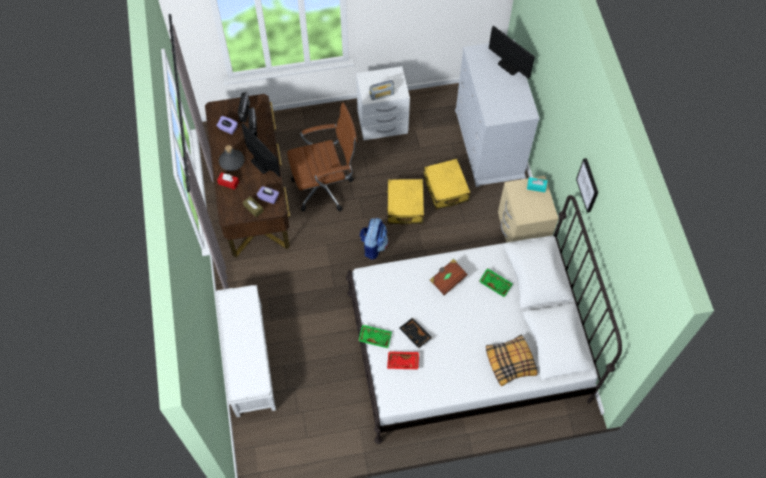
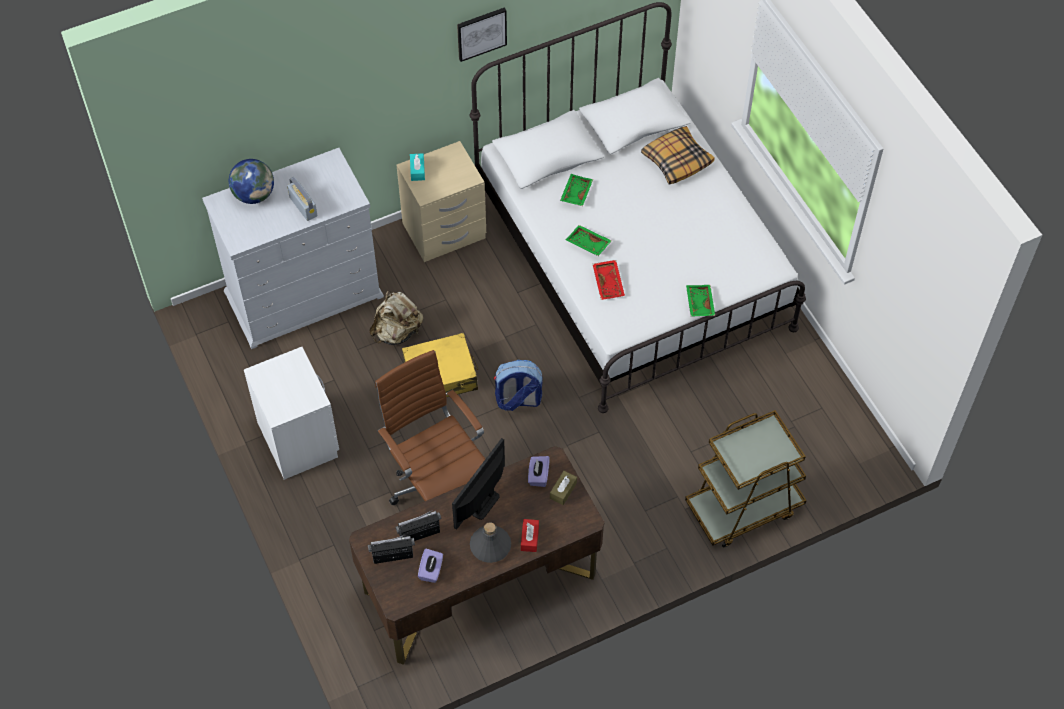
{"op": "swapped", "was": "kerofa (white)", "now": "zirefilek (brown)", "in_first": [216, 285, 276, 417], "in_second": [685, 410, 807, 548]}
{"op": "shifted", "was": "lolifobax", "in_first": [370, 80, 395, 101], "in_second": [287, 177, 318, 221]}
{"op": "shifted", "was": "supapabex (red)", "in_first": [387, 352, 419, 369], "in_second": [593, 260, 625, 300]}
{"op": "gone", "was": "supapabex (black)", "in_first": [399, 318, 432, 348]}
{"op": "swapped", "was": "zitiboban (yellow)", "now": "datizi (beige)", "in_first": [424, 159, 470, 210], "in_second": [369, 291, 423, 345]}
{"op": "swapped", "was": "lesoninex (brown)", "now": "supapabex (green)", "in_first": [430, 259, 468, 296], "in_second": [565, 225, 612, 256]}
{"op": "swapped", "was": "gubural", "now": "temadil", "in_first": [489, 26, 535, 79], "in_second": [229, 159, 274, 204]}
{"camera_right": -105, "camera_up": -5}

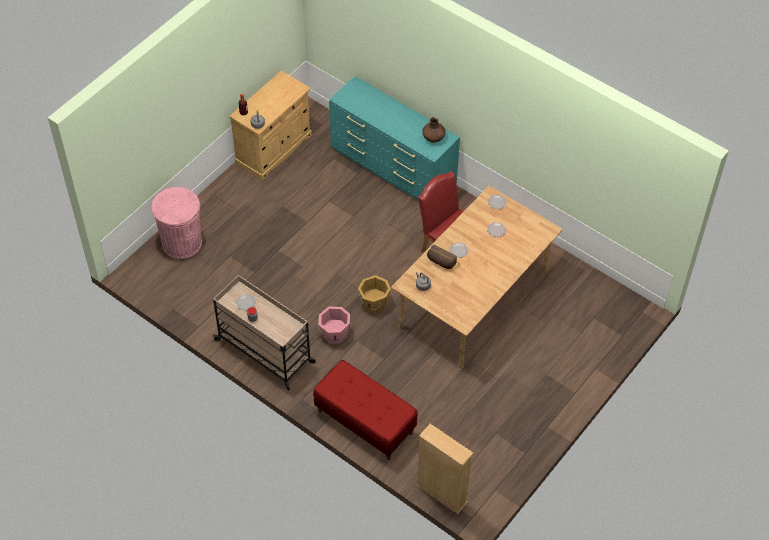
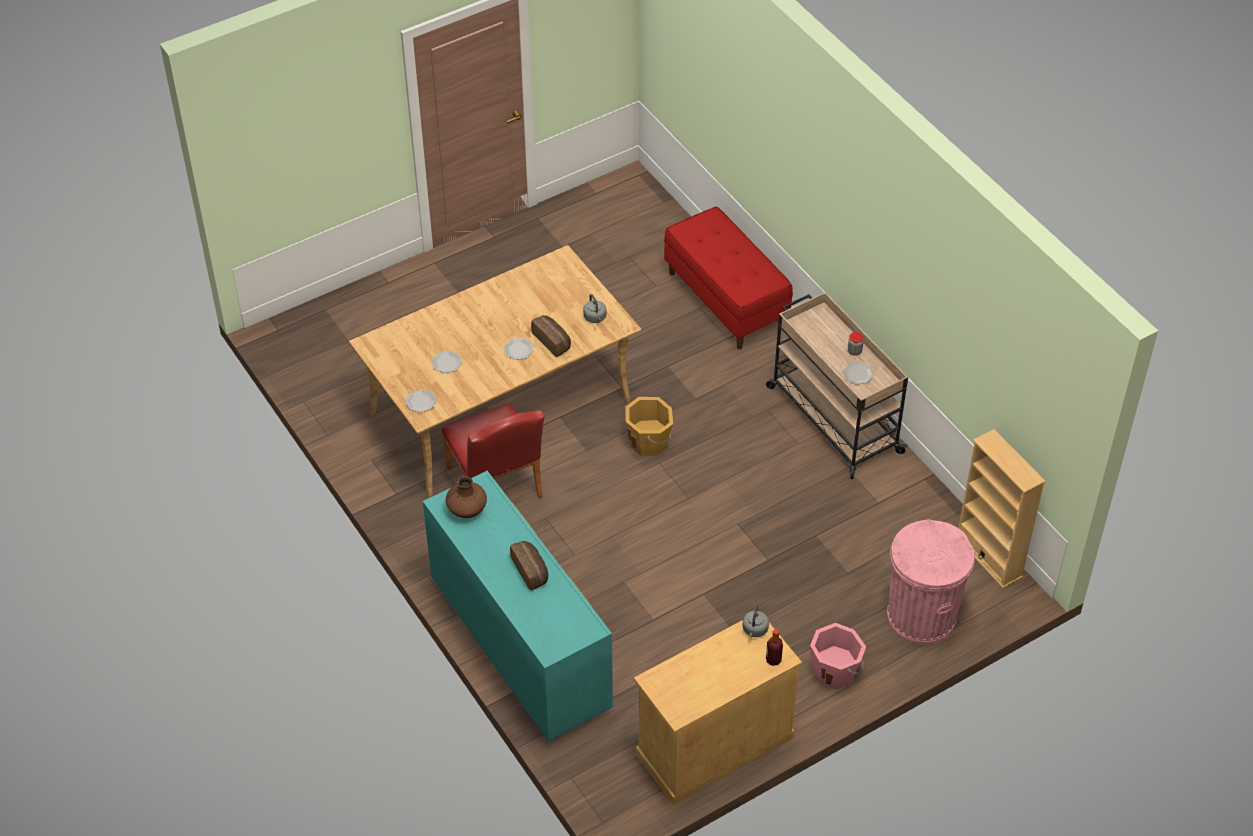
{"op": "shifted", "was": "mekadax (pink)", "in_first": [318, 306, 350, 344], "in_second": [810, 623, 866, 690]}
{"op": "shifted", "was": "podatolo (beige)", "in_first": [417, 424, 473, 514], "in_second": [958, 429, 1046, 589]}
{"op": "new", "now": "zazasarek", "in_second": [510, 541, 548, 590]}
{"camera_right": -160, "camera_up": -5}

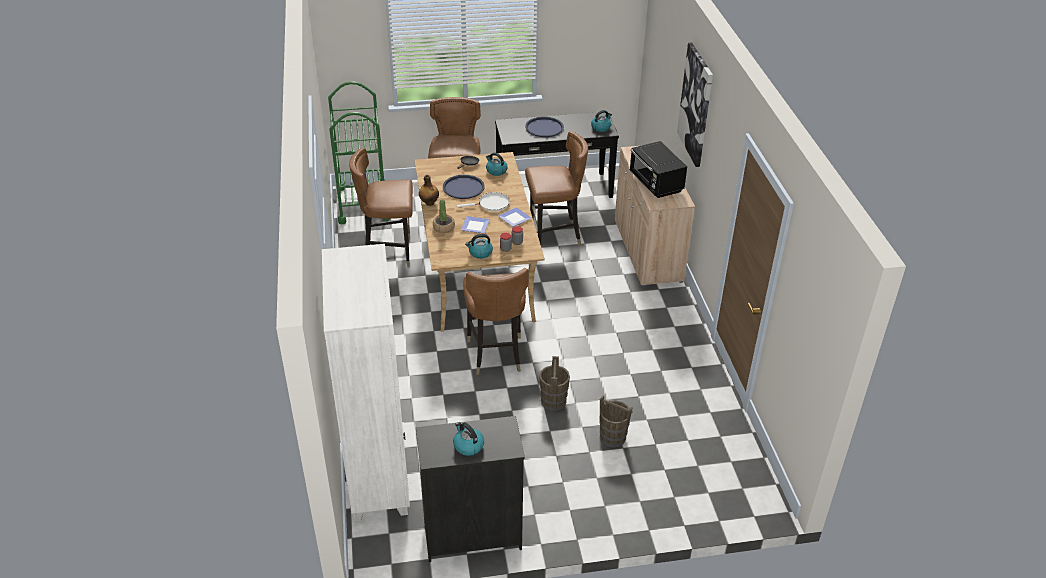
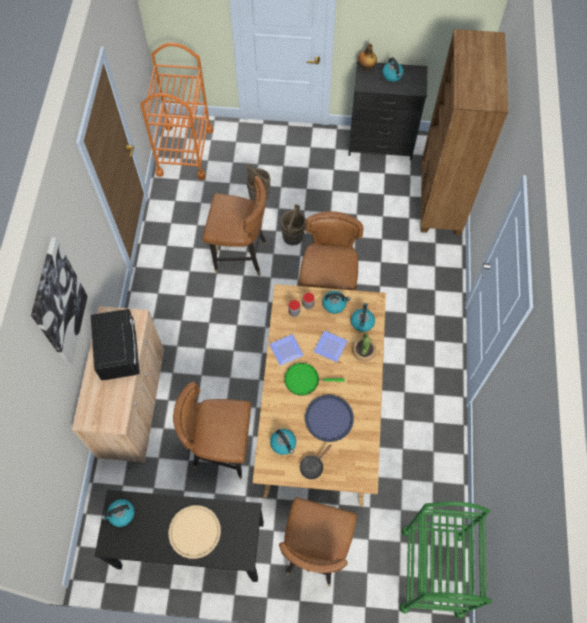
{"op": "repainted", "was": "podatolo (white)", "now": "podatolo (brown)", "in_first": [322, 244, 410, 522], "in_second": [421, 29, 508, 235]}
{"op": "shifted", "was": "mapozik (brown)", "in_first": [349, 148, 413, 267], "in_second": [202, 176, 267, 276]}
{"op": "shifted", "was": "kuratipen", "in_first": [419, 175, 439, 206], "in_second": [358, 43, 377, 71]}
{"op": "repainted", "was": "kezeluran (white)", "now": "kezeluran (green)", "in_first": [457, 192, 510, 211], "in_second": [284, 363, 345, 396]}
{"op": "repainted", "was": "supapabex (blue)", "now": "supapabex (beige)", "in_first": [525, 117, 564, 137], "in_second": [168, 505, 221, 559]}
{"op": "new", "now": "zirefilek (orange)", "in_second": [140, 43, 213, 180]}
{"op": "new", "now": "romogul", "in_second": [351, 303, 375, 332]}
{"camera_right": -165, "camera_up": 25}

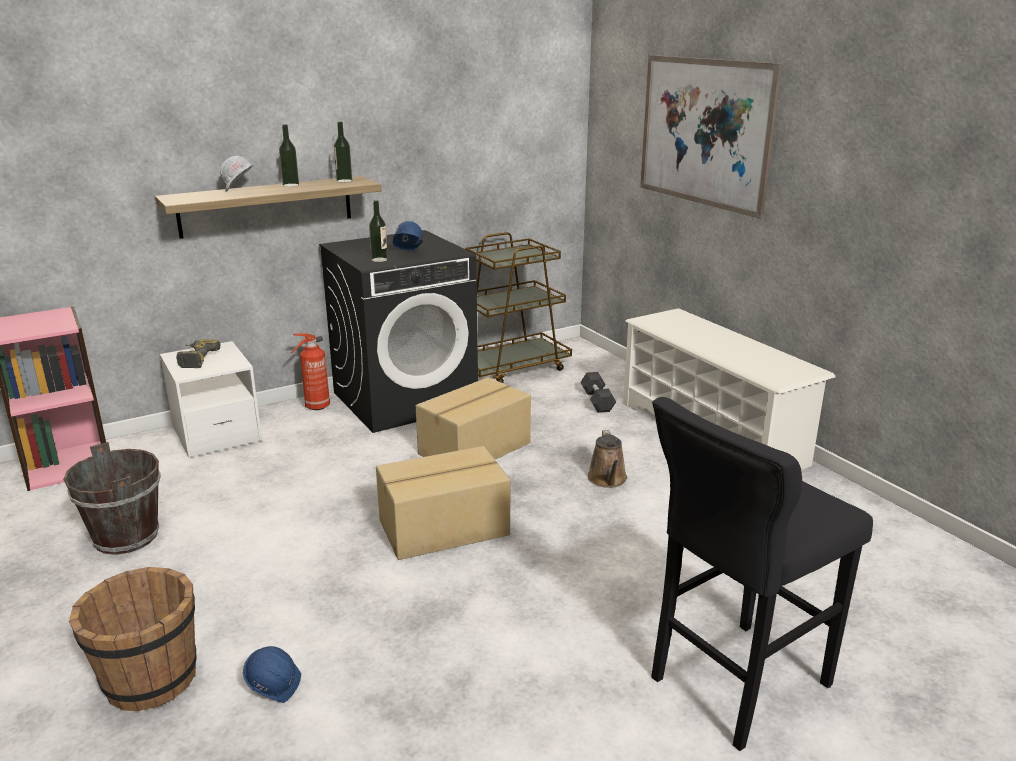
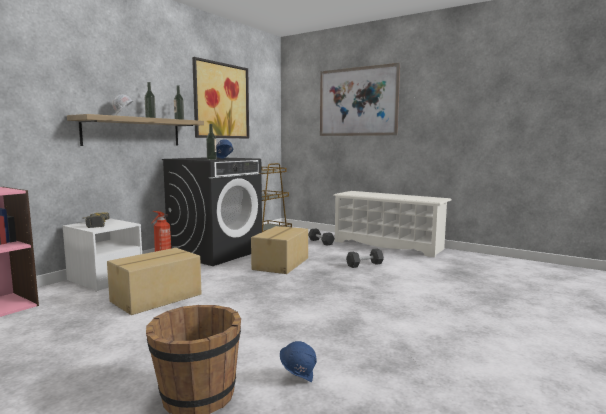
{"op": "gone", "was": "mekadax (brown)", "in_first": [63, 442, 161, 555]}
{"op": "shifted", "was": "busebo", "in_first": [376, 446, 510, 560], "in_second": [107, 248, 202, 315]}
{"op": "swapped", "was": "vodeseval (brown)", "now": "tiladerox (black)", "in_first": [587, 430, 627, 488], "in_second": [346, 249, 384, 268]}
{"op": "gone", "was": "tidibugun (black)", "in_first": [651, 397, 873, 751]}
{"op": "new", "now": "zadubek", "in_second": [192, 57, 249, 138]}
{"camera_right": -25, "camera_up": -15}

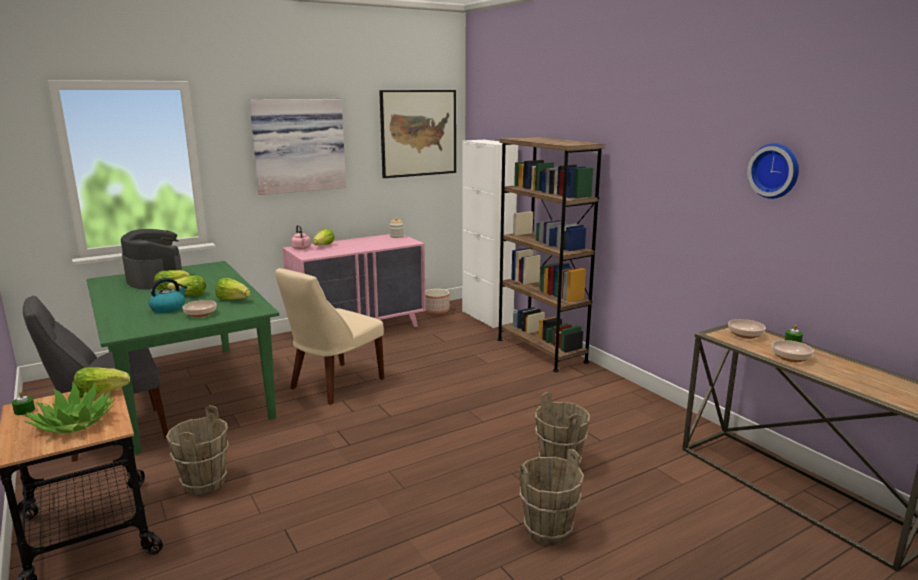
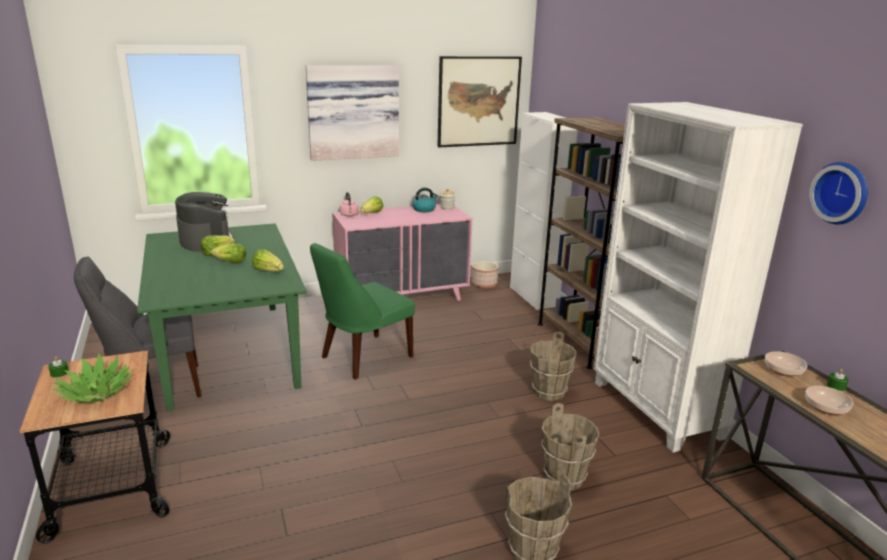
{"op": "gone", "was": "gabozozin", "in_first": [73, 367, 130, 398]}
{"op": "shifted", "was": "romogul", "in_first": [149, 278, 188, 313], "in_second": [412, 188, 438, 212]}
{"op": "shifted", "was": "mekadax (brown)", "in_first": [166, 405, 229, 495], "in_second": [530, 331, 577, 401]}
{"op": "gone", "was": "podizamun", "in_first": [182, 300, 216, 318]}
{"op": "repainted", "was": "mapozik (beige)", "now": "mapozik (green)", "in_first": [275, 268, 384, 405], "in_second": [310, 243, 415, 380]}
{"op": "new", "now": "podatolo (white)", "in_second": [593, 102, 803, 453]}
{"camera_right": 10, "camera_up": 5}

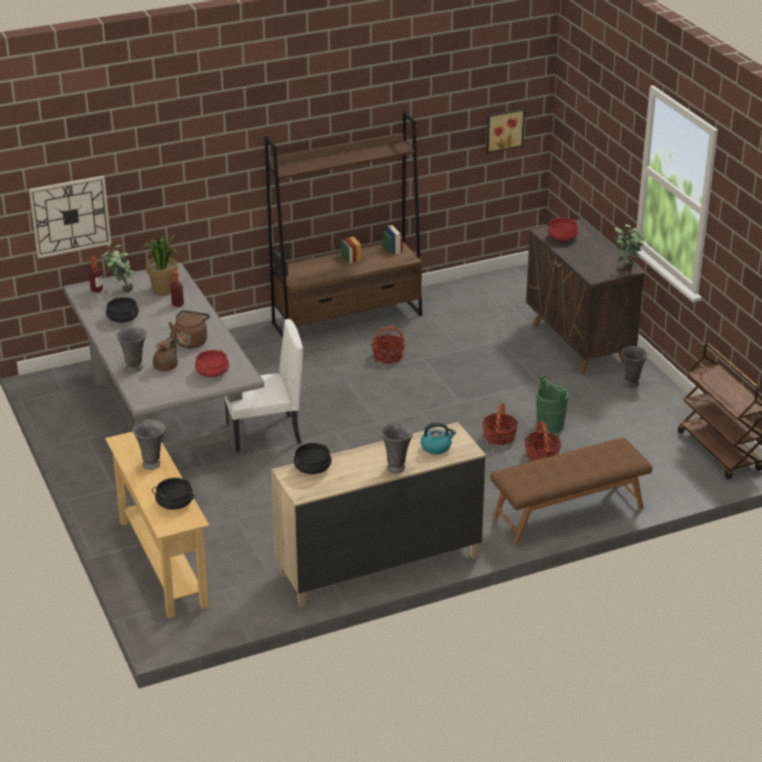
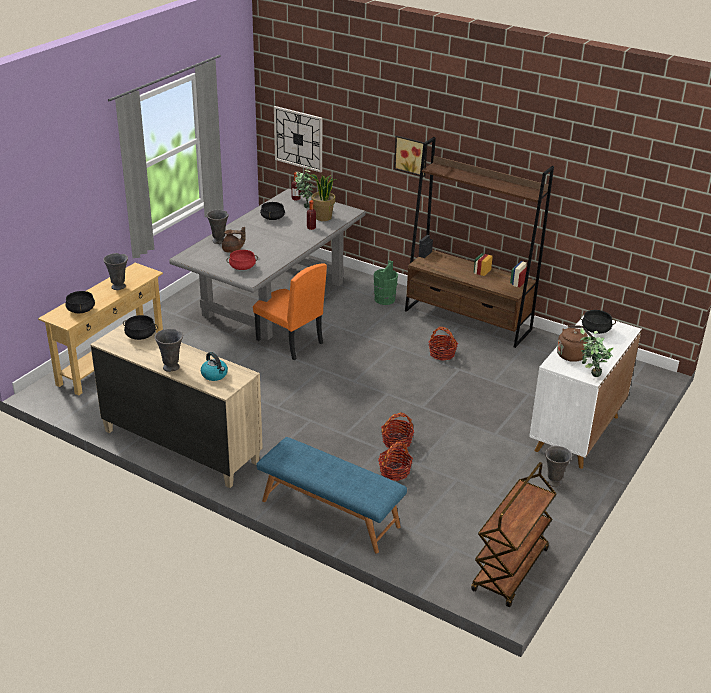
{"op": "shifted", "was": "romogul (brown)", "in_first": [168, 310, 210, 348], "in_second": [557, 325, 596, 362]}
{"op": "repainted", "was": "mapozik (white)", "now": "mapozik (orange)", "in_first": [224, 319, 303, 453], "in_second": [253, 263, 327, 360]}
{"op": "shifted", "was": "zadubek", "in_first": [486, 109, 525, 153], "in_second": [394, 136, 427, 177]}
{"op": "repainted", "was": "kerofa (brown)", "now": "kerofa (blue)", "in_first": [490, 438, 653, 545], "in_second": [256, 437, 407, 554]}
{"op": "repainted", "was": "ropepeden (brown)", "now": "ropepeden (white)", "in_first": [526, 219, 644, 374], "in_second": [529, 316, 642, 469]}
{"op": "shifted", "was": "mekadax (green)", "in_first": [536, 374, 568, 433], "in_second": [374, 260, 398, 305]}
{"op": "repainted", "was": "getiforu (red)", "now": "getiforu (black)", "in_first": [548, 218, 578, 241], "in_second": [580, 310, 616, 334]}
{"camera_right": 55, "camera_up": 0}

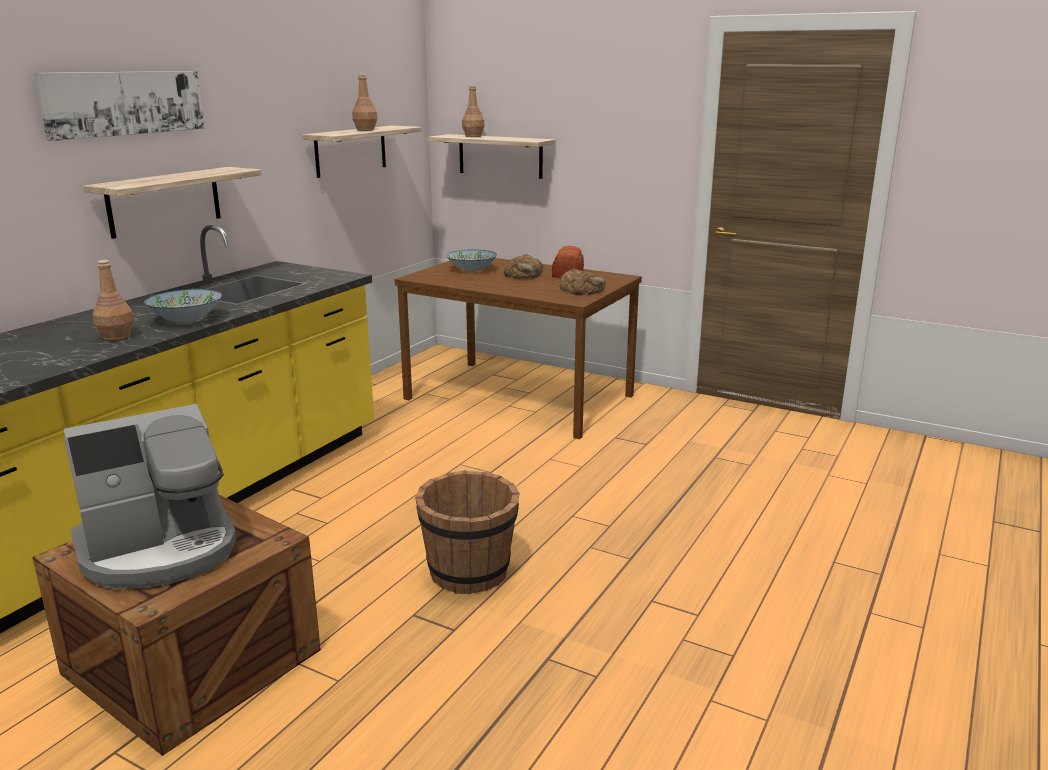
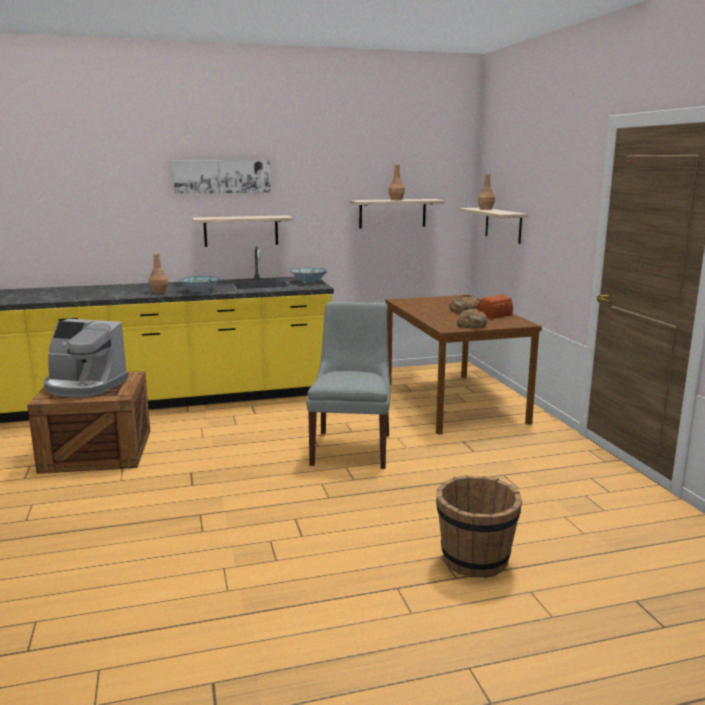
{"op": "shifted", "was": "mekadax (brown)", "in_first": [415, 470, 520, 594], "in_second": [436, 475, 522, 578]}
{"op": "shifted", "was": "podizamun", "in_first": [446, 250, 497, 272], "in_second": [291, 268, 327, 283]}
{"op": "new", "now": "mapozik (grey)", "in_second": [307, 302, 390, 469]}
{"camera_right": 45, "camera_up": -5}

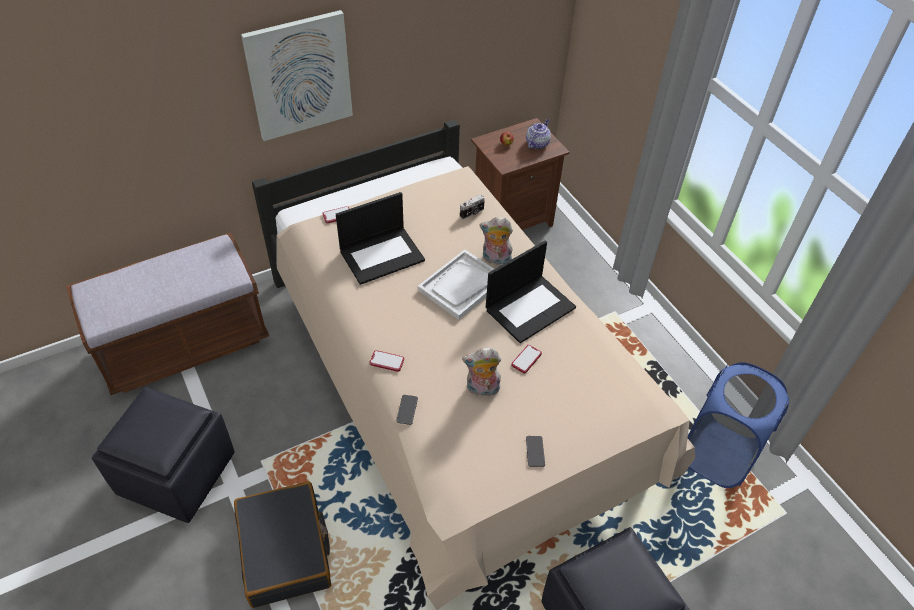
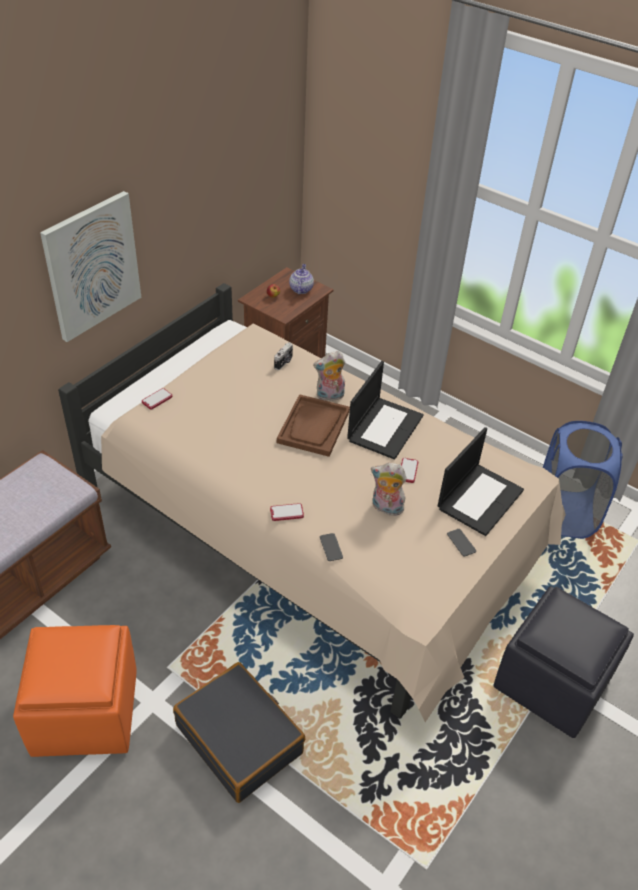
{"op": "repainted", "was": "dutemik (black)", "now": "dutemik (orange)", "in_first": [92, 387, 234, 523], "in_second": [13, 625, 136, 757]}
{"op": "shifted", "was": "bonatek", "in_first": [336, 192, 425, 285], "in_second": [438, 427, 524, 536]}
{"op": "repainted", "was": "supapabex (white)", "now": "supapabex (brown)", "in_first": [418, 250, 494, 320], "in_second": [277, 394, 350, 457]}
{"op": "rotated", "was": "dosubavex", "in_first": [462, 348, 501, 398], "in_second": [371, 463, 407, 516], "clockwise": 45}
{"camera_right": -25, "camera_up": -5}

